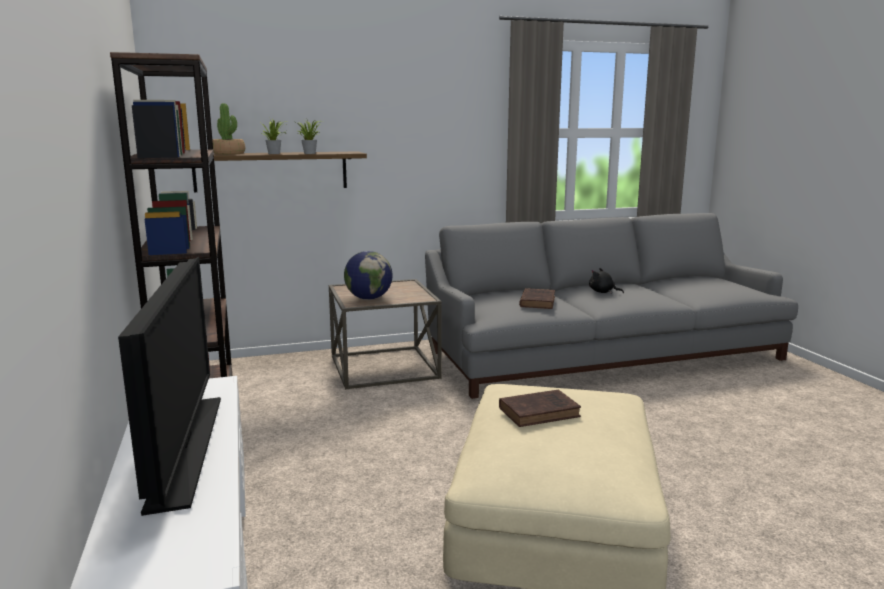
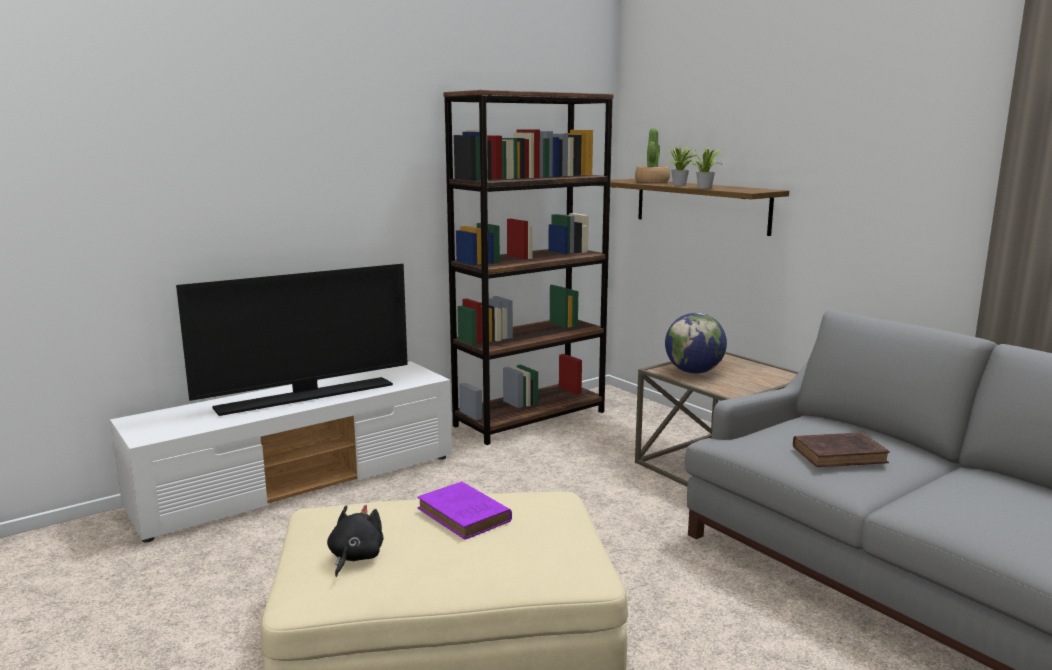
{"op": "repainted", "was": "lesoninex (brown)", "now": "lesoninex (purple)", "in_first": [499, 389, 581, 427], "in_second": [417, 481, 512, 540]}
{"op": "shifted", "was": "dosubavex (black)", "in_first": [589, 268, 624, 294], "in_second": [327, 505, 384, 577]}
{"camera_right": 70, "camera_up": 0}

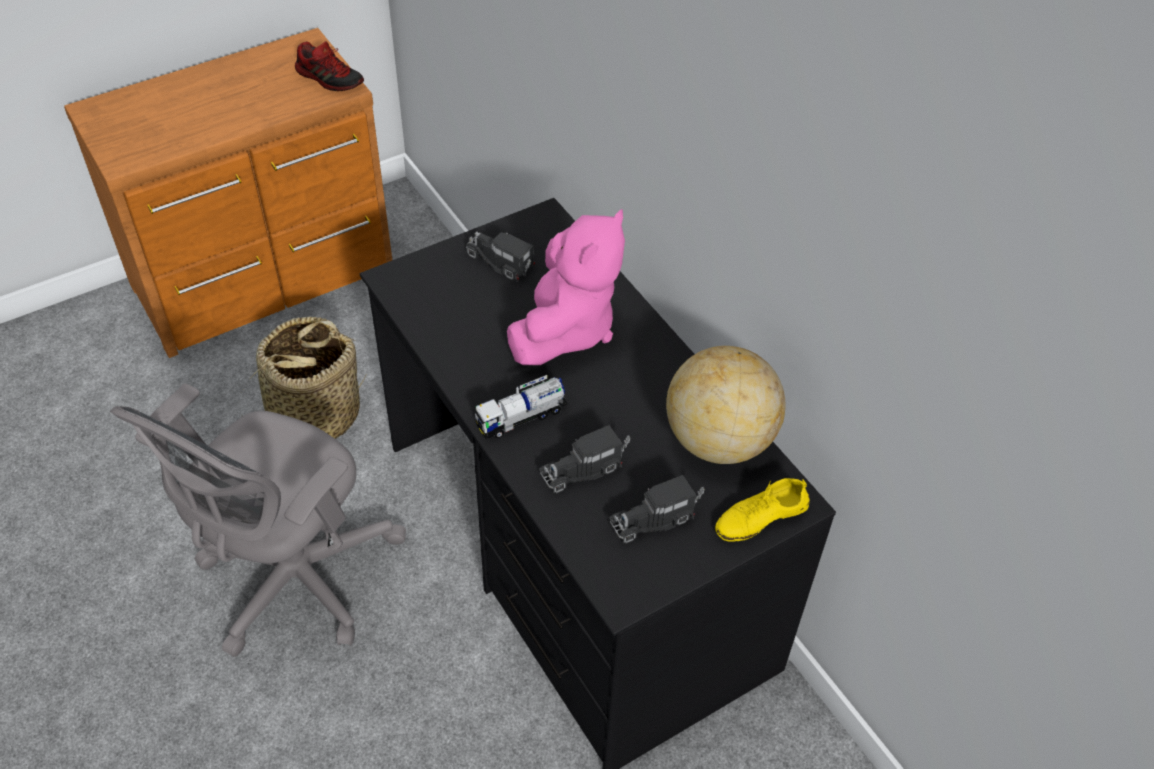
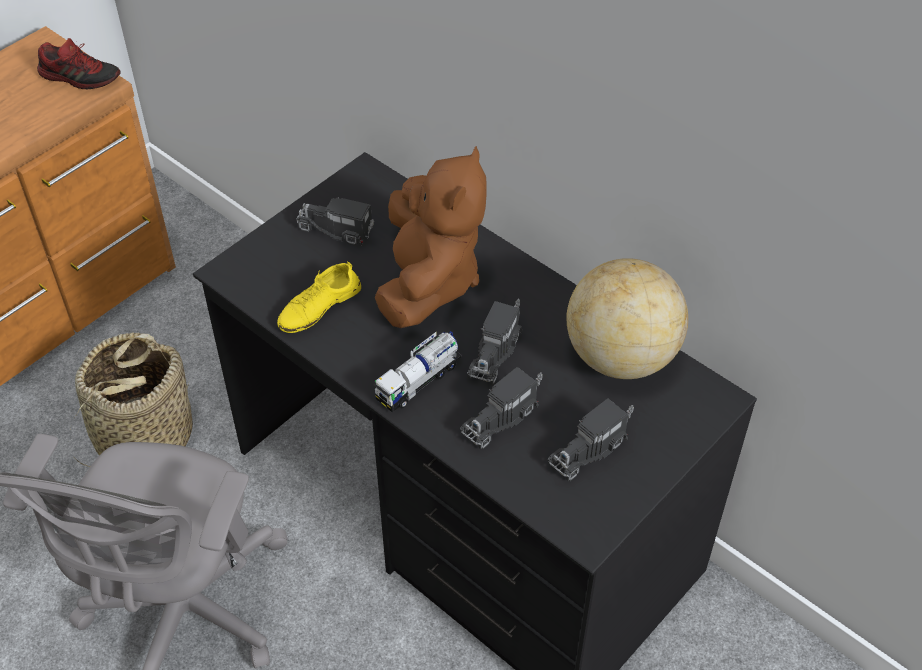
{"op": "repainted", "was": "dosubavex (pink)", "now": "dosubavex (brown)", "in_first": [507, 209, 625, 365], "in_second": [375, 146, 487, 328]}
{"op": "shifted", "was": "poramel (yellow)", "in_first": [715, 478, 810, 542], "in_second": [277, 261, 361, 333]}
{"op": "new", "now": "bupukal", "in_second": [467, 299, 522, 385]}
{"camera_right": -15, "camera_up": 0}

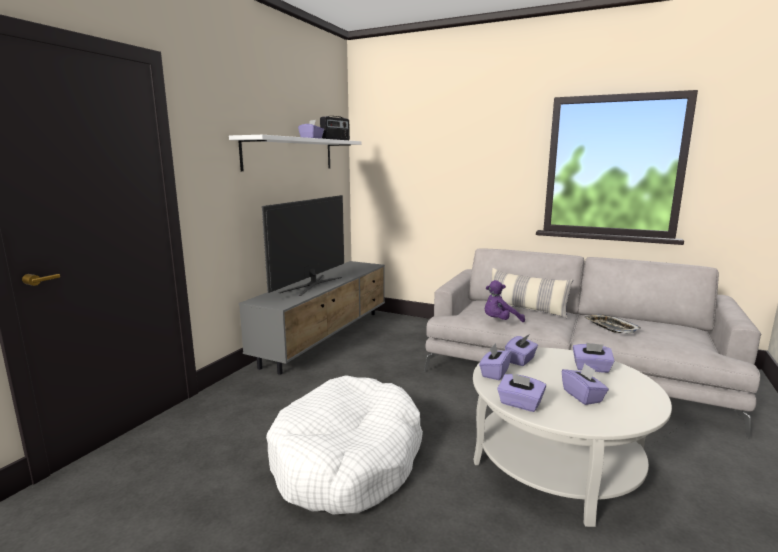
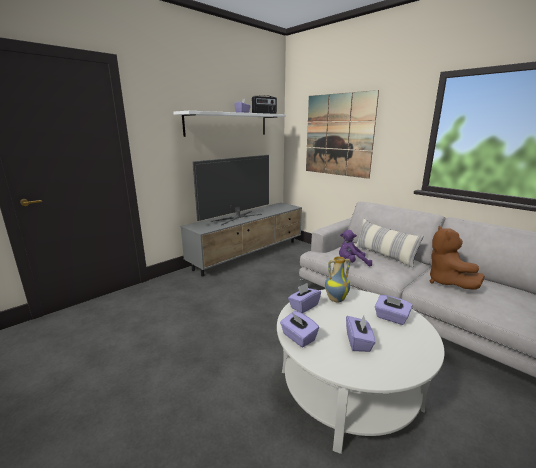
{"op": "gone", "was": "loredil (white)", "in_first": [266, 375, 423, 515]}
{"op": "swapped", "was": "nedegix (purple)", "now": "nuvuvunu", "in_first": [505, 335, 538, 366], "in_second": [325, 257, 350, 302]}
{"op": "swapped", "was": "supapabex", "now": "dosubavex (brown)", "in_first": [584, 315, 642, 333], "in_second": [429, 226, 485, 290]}
{"op": "new", "now": "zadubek", "in_second": [306, 90, 379, 179]}
{"camera_right": 20, "camera_up": 5}

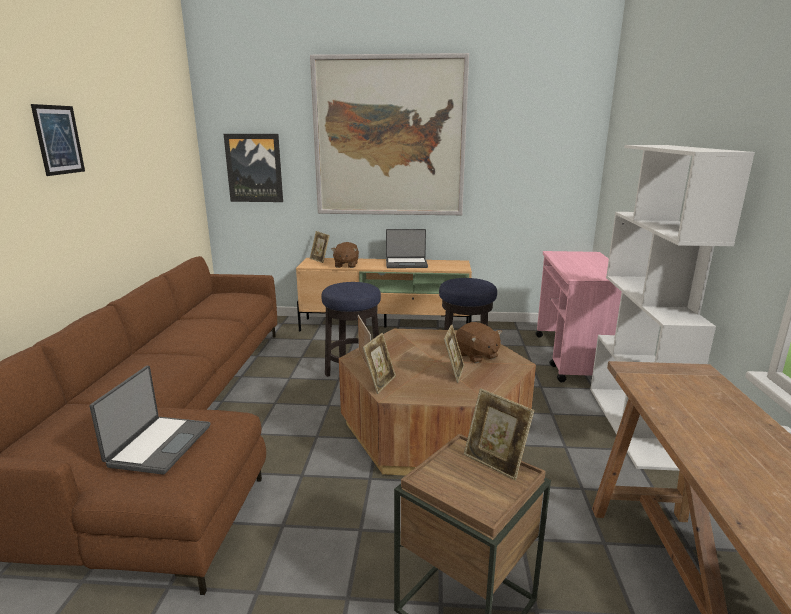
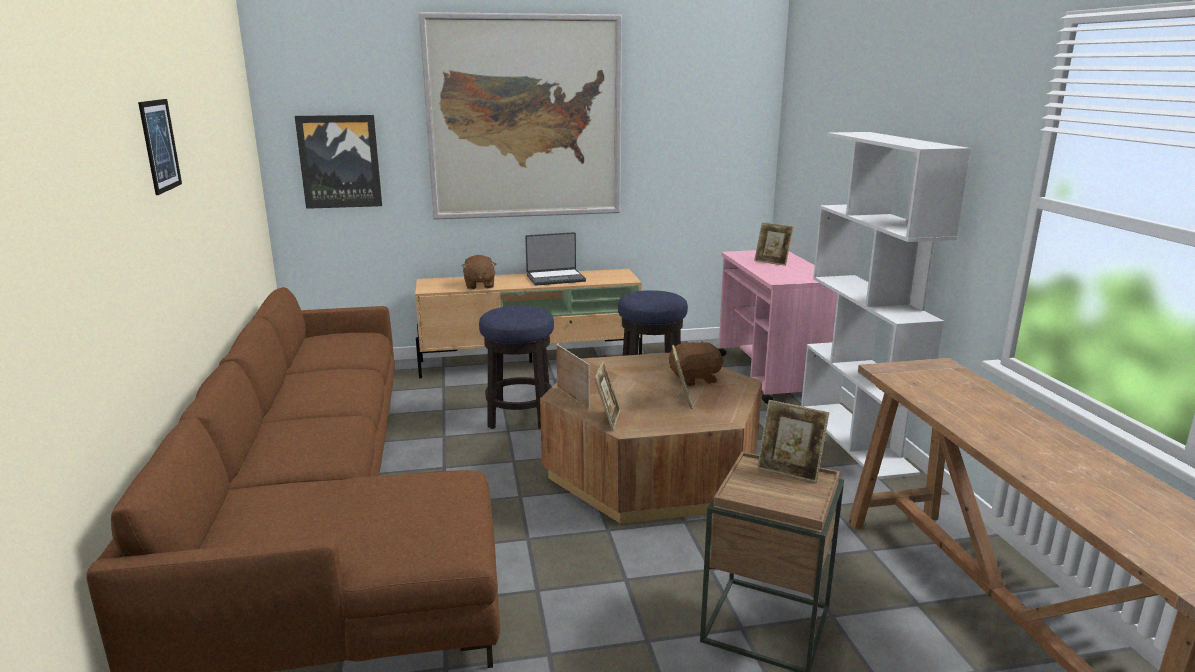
{"op": "gone", "was": "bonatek", "in_first": [90, 366, 211, 475]}
{"op": "shifted", "was": "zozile", "in_first": [310, 231, 330, 263], "in_second": [754, 222, 794, 266]}
{"op": "rotated", "was": "dosubavex (brown)", "in_first": [456, 322, 502, 363], "in_second": [669, 341, 724, 386], "clockwise": -60}
{"camera_right": -15, "camera_up": 0}

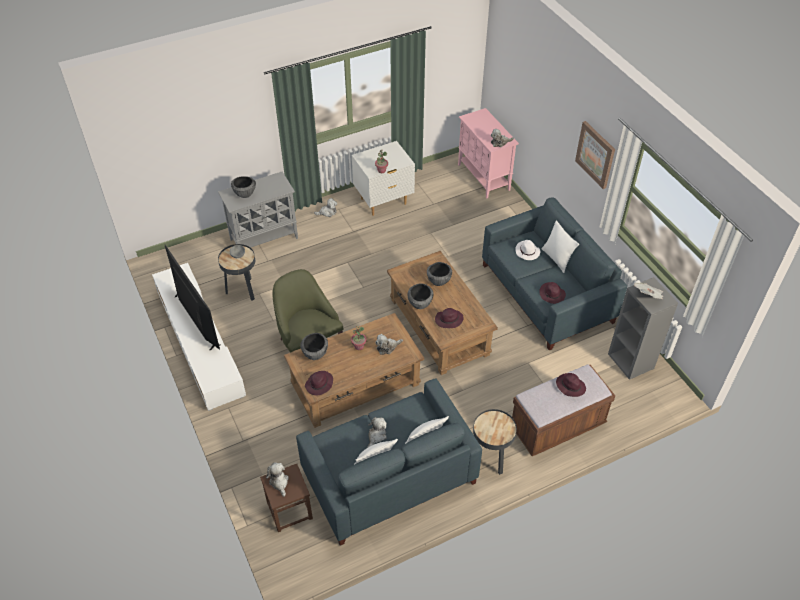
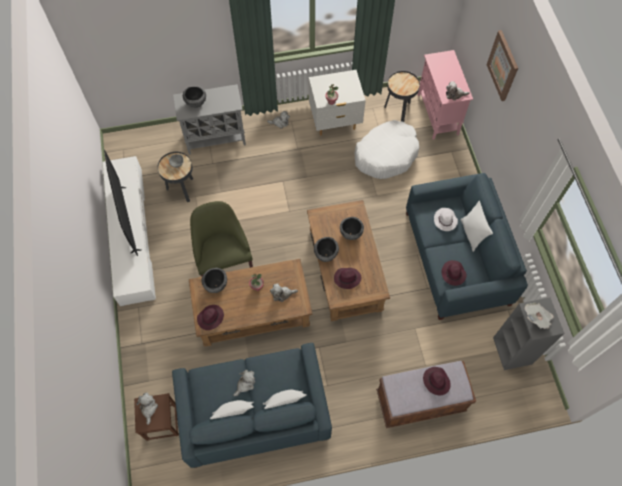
{"op": "shifted", "was": "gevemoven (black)", "in_first": [473, 409, 517, 475], "in_second": [384, 71, 420, 122]}
{"op": "shifted", "was": "zadubek", "in_first": [575, 121, 615, 189], "in_second": [487, 30, 518, 101]}
{"op": "new", "now": "loredil (white)", "in_second": [355, 120, 419, 179]}
{"camera_right": 15, "camera_up": 15}

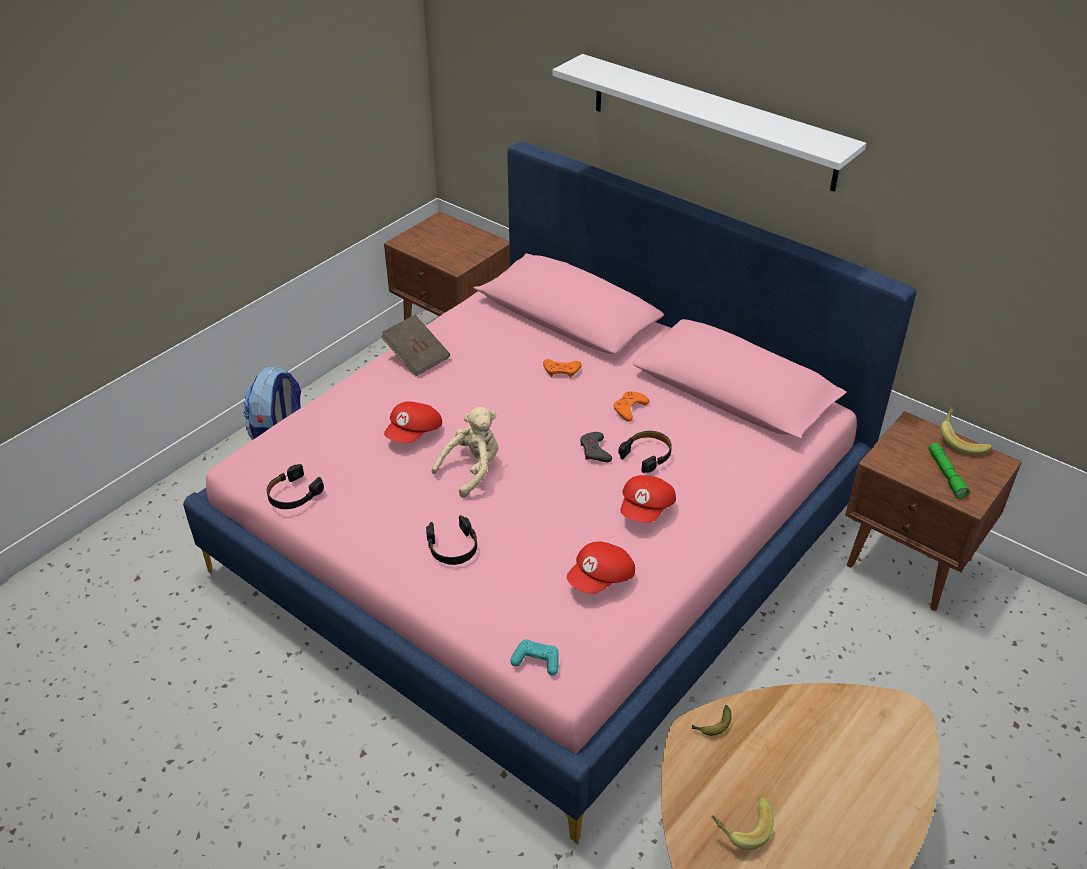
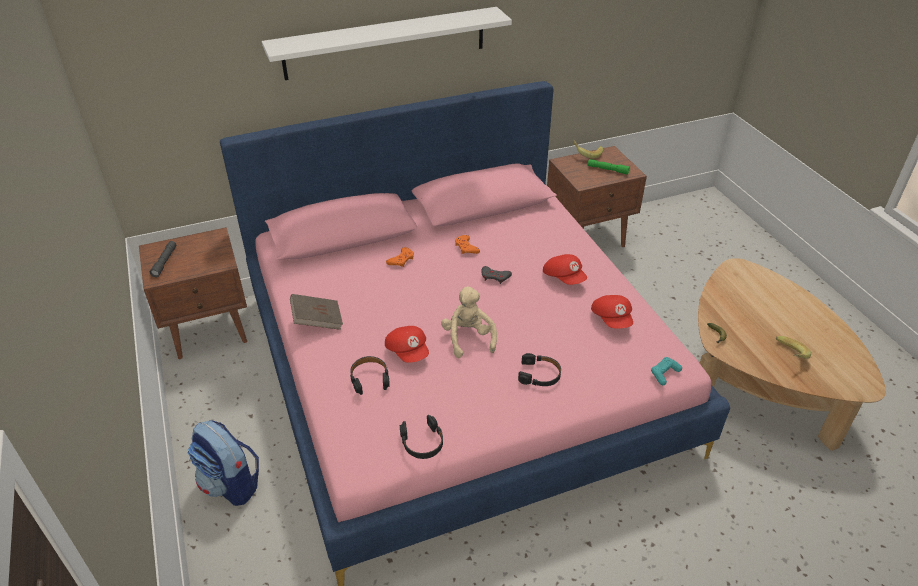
{"op": "shifted", "was": "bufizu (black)", "in_first": [618, 431, 672, 473], "in_second": [350, 356, 390, 395]}
{"op": "new", "now": "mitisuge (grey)", "in_second": [150, 241, 176, 277]}
{"camera_right": -60, "camera_up": 0}

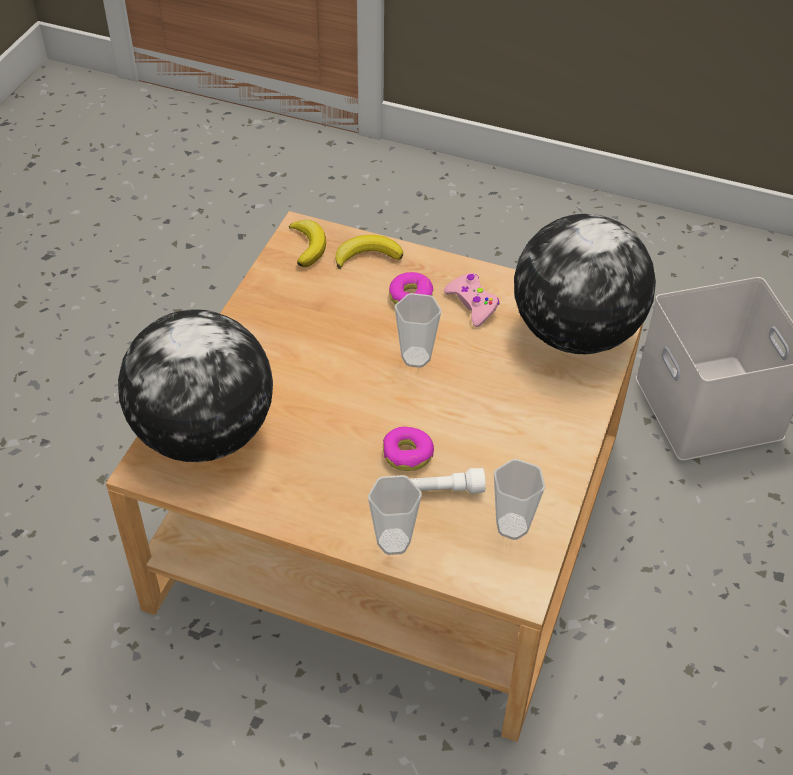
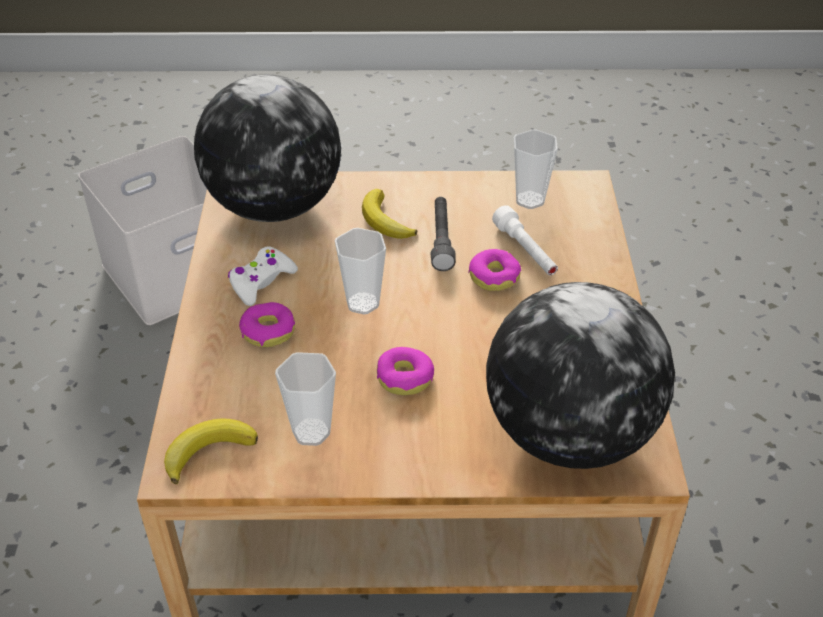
{"op": "shifted", "was": "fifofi", "in_first": [335, 235, 403, 269], "in_second": [362, 189, 417, 239]}
{"op": "shifted", "was": "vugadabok", "in_first": [368, 475, 422, 555], "in_second": [275, 352, 336, 446]}
{"op": "repainted", "was": "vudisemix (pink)", "now": "vudisemix (white)", "in_first": [444, 273, 499, 327], "in_second": [228, 246, 298, 306]}
{"op": "new", "now": "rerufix", "in_second": [377, 347, 434, 395]}
{"op": "new", "now": "mitisuge (grey)", "in_second": [431, 197, 455, 271]}
{"camera_right": -110, "camera_up": -5}

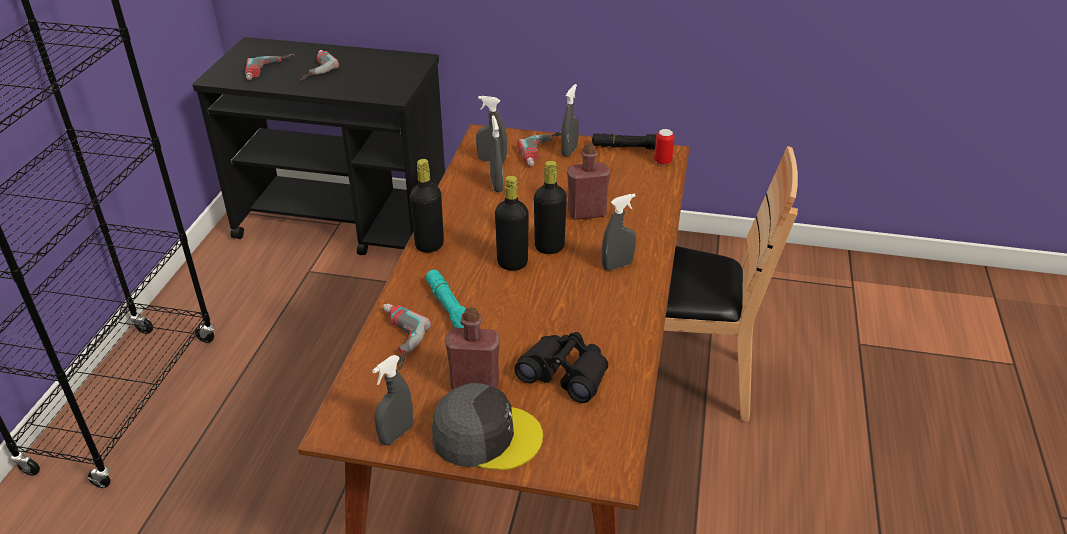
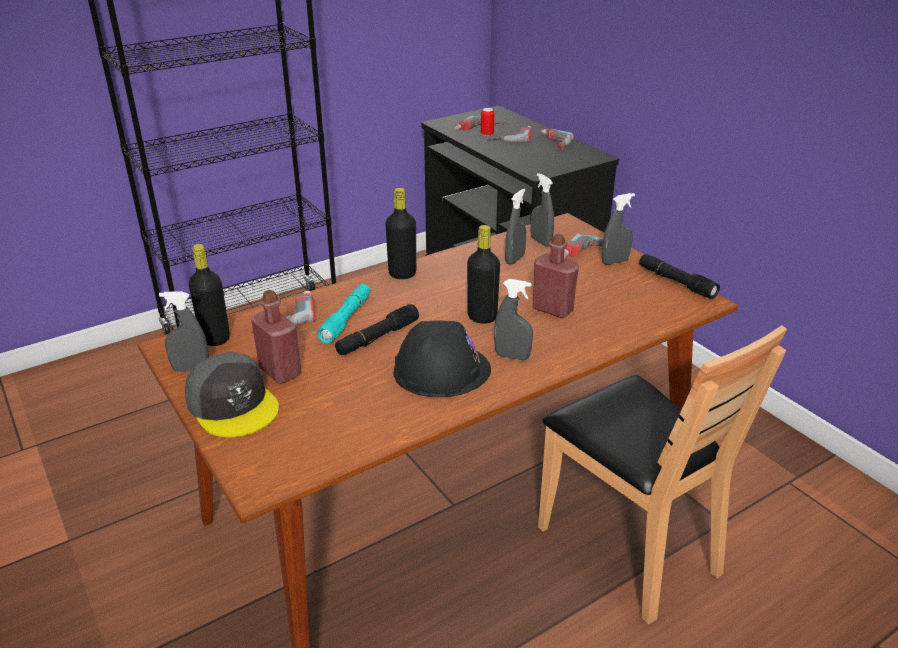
{"op": "shifted", "was": "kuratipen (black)", "in_first": [495, 176, 529, 271], "in_second": [189, 244, 230, 346]}
{"op": "gone", "was": "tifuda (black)", "in_first": [514, 332, 608, 403]}
{"op": "shifted", "was": "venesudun", "in_first": [654, 129, 675, 165], "in_second": [481, 108, 494, 136]}
{"op": "new", "now": "mitisuge (black)", "in_second": [335, 304, 419, 355]}
{"op": "new", "now": "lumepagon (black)", "in_second": [393, 320, 491, 397]}
{"op": "new", "now": "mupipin", "in_second": [541, 129, 574, 152]}
{"camera_right": 45, "camera_up": -5}

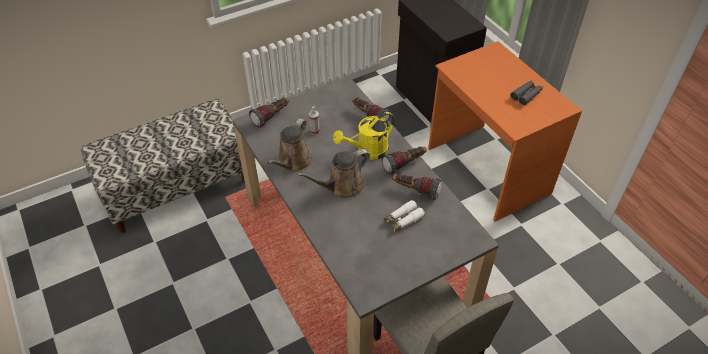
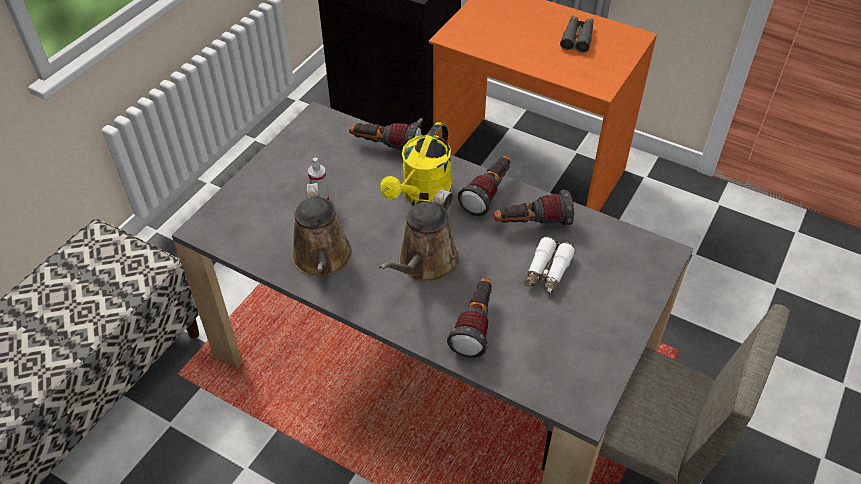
{"op": "shifted", "was": "mitisuge", "in_first": [249, 97, 290, 128], "in_second": [447, 278, 492, 358]}
{"camera_right": -30, "camera_up": 0}

